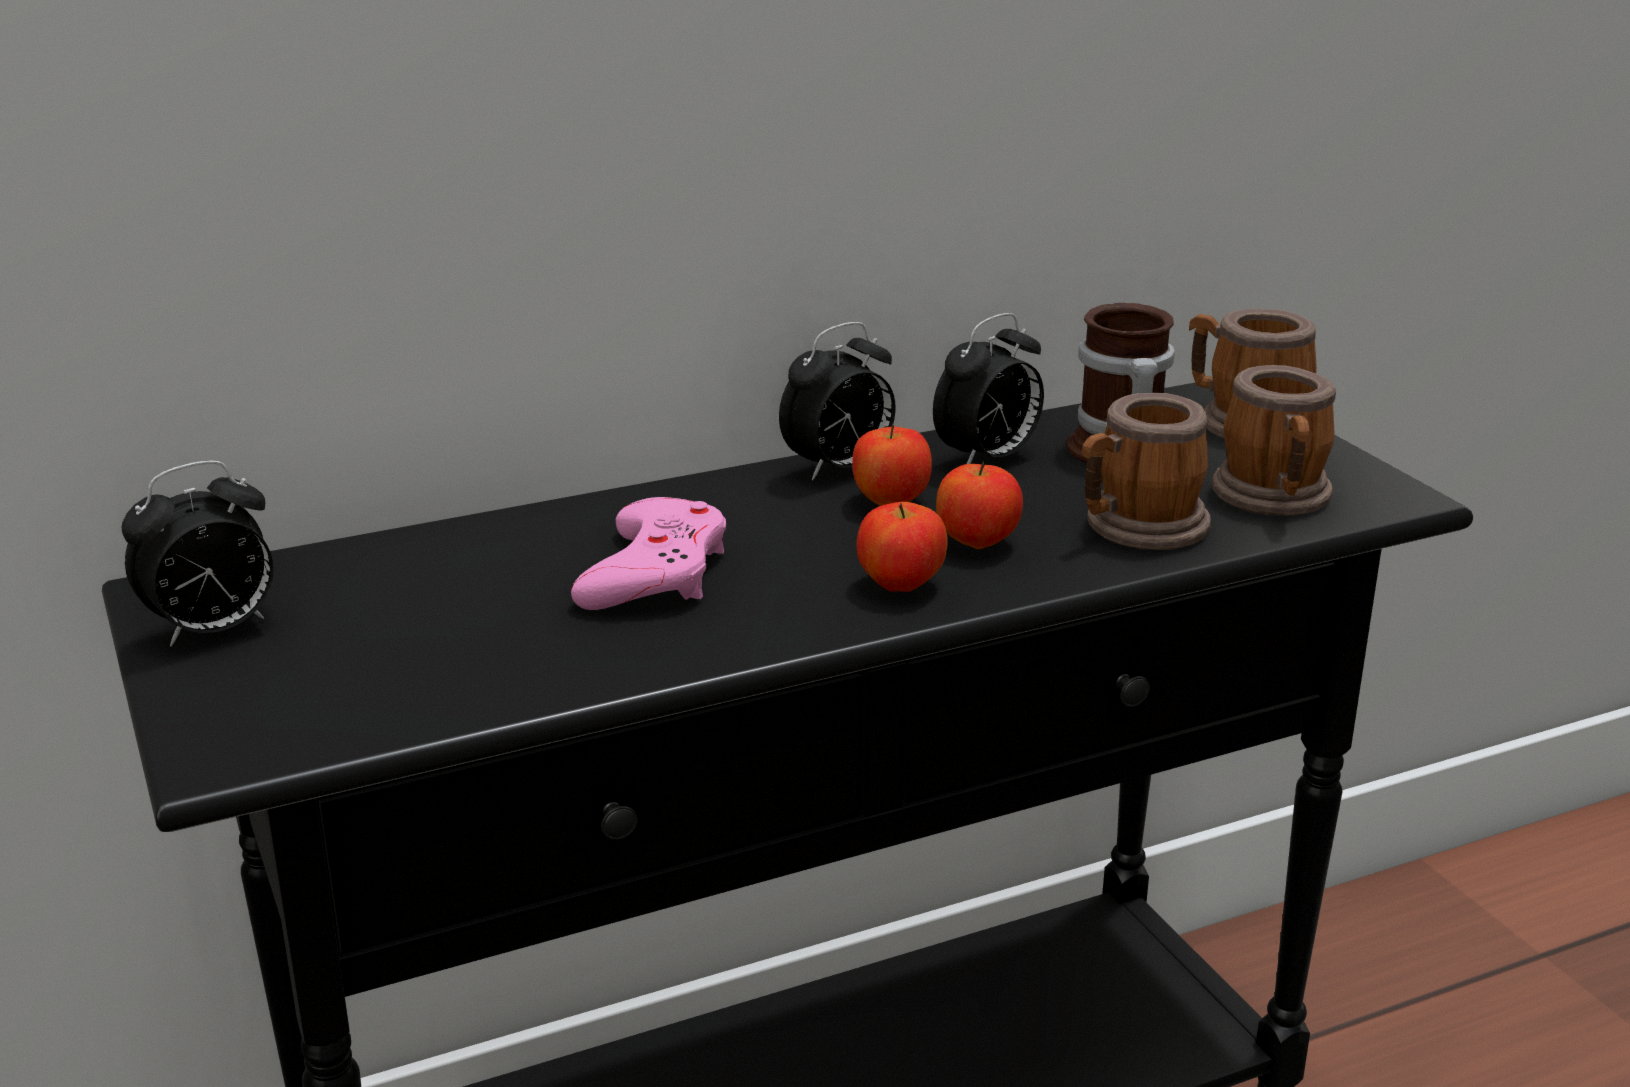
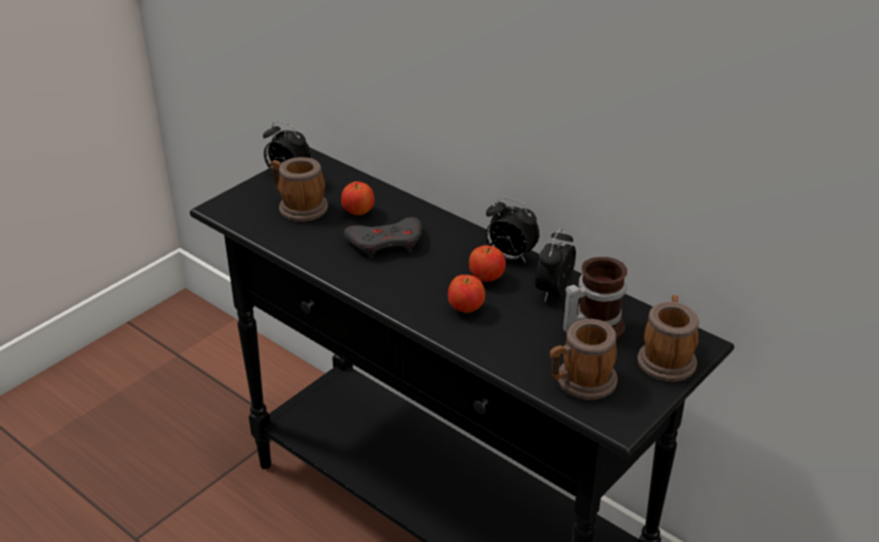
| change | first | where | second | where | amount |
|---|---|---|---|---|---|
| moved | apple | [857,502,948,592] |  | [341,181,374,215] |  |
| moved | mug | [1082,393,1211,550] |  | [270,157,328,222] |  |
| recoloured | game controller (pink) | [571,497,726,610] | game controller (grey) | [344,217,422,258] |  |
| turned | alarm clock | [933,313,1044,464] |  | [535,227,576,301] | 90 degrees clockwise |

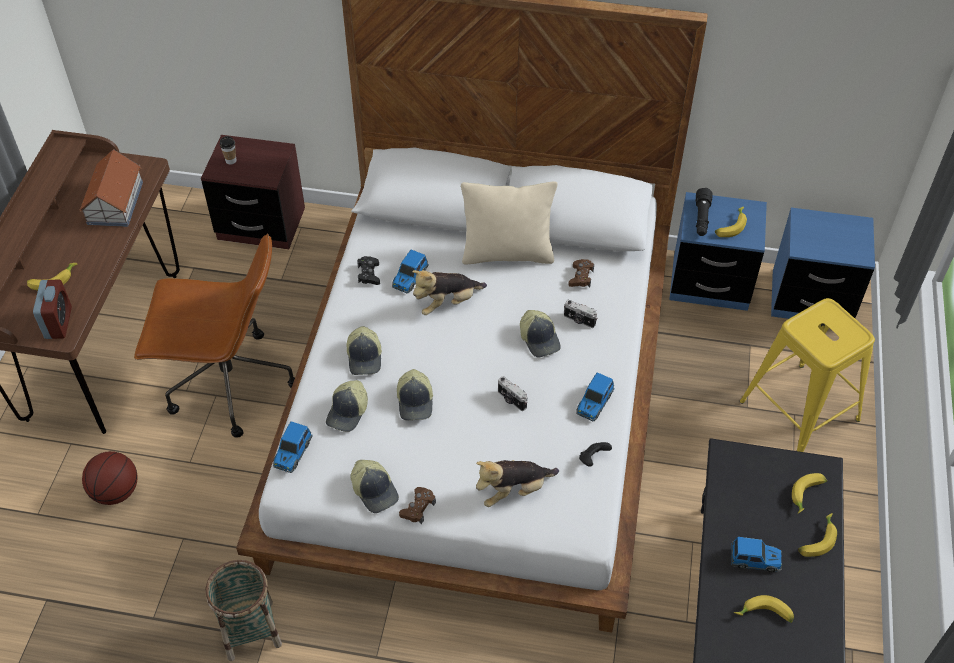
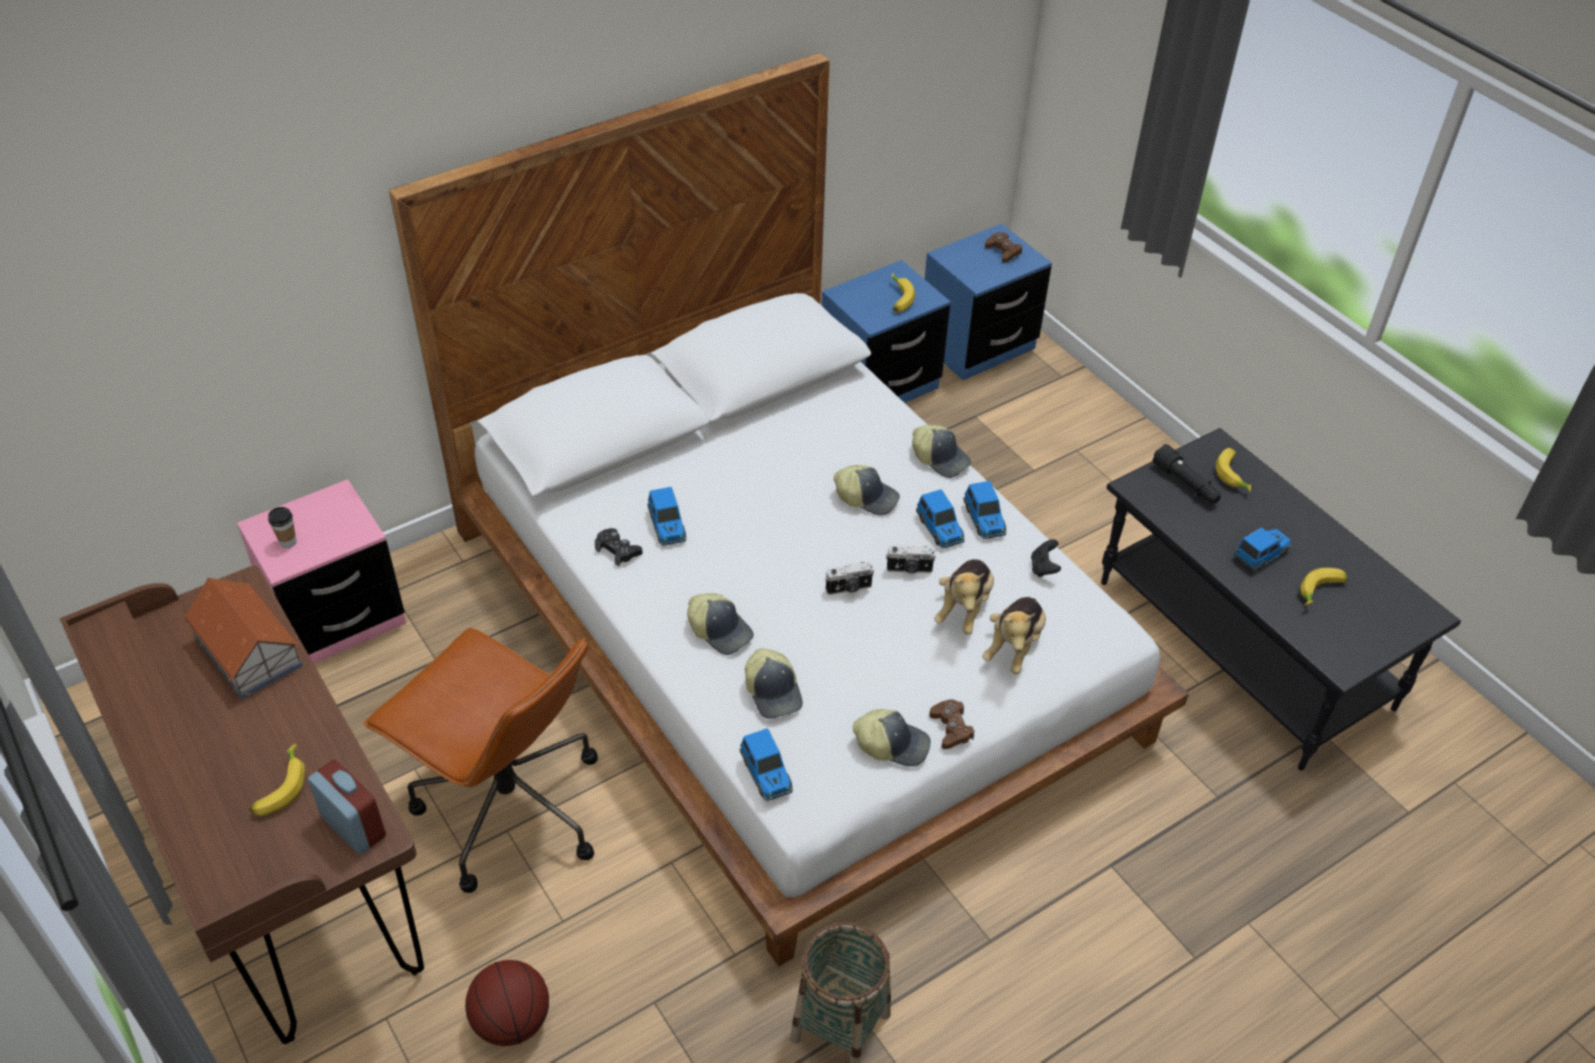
| change | first | where | second | where | amount |
|---|---|---|---|---|---|
| removed | pillow (beige) | [461,181,558,264] |  |  |  |
| removed | stool (yellow) | [740,298,875,452] |  |  |  |
| removed | banana | [798,513,837,557] |  |  |  |
| added |  |  | toy car | [916,489,965,549] |  |
| moved | cap | [397,369,433,420] |  | [912,425,972,478] |  |
| moved | plush toy | [412,270,487,315] |  | [934,559,994,635] |  |
| moved | photo camera | [564,300,598,328] |  | [825,562,874,595] |  |
| moved | game controller (brown) | [568,259,594,287] |  | [985,232,1022,263] |  |
| moved | flashlight (black) | [696,188,713,236] |  | [1152,444,1221,503] |  |
| recoloured | nightstand (brown) | [201,135,305,249] | nightstand (pink) | [237,479,406,664] |  |
| turned | office chair (brown) | [134,233,295,437] |  | [364,628,598,893] | 75 degrees clockwise |

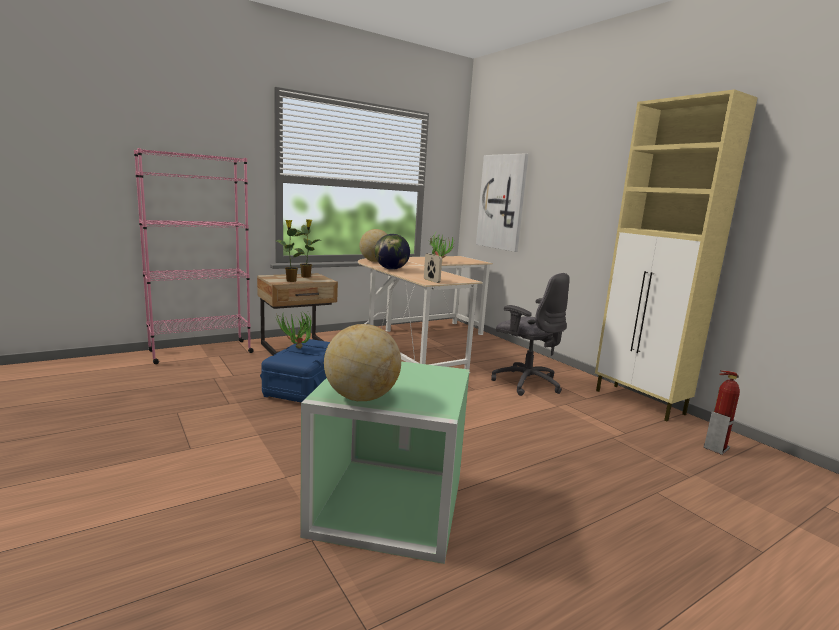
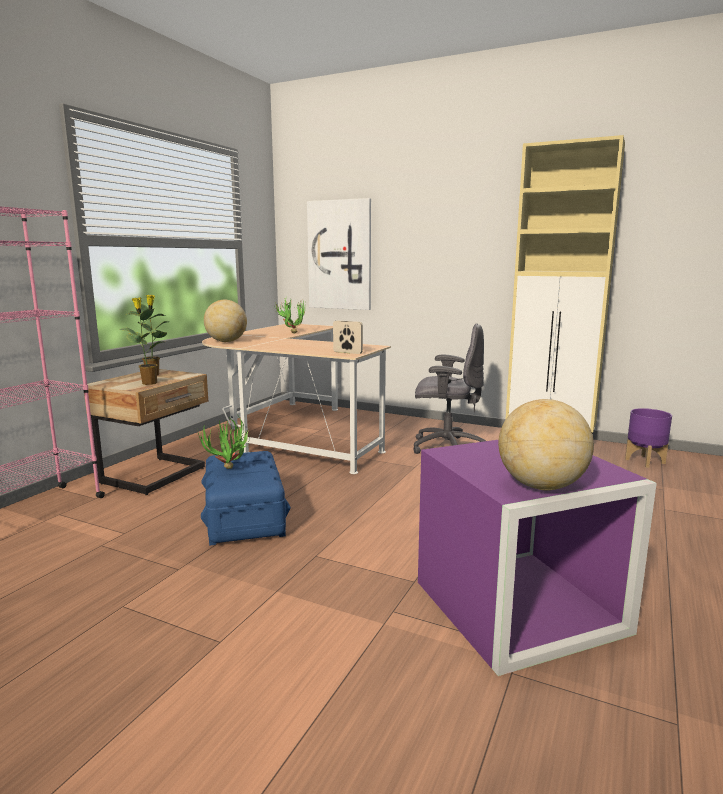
| change | first | where | second | where | amount |
|---|---|---|---|---|---|
| removed | globe | [375,234,410,270] |  |  |  |
| replaced | fire extinguisher | [704,370,740,455] | planter (purple) | [625,408,672,468] |  |
| recoloured | storage box (green) | [300,361,470,564] | storage box (purple) | [418,440,657,676] |  |

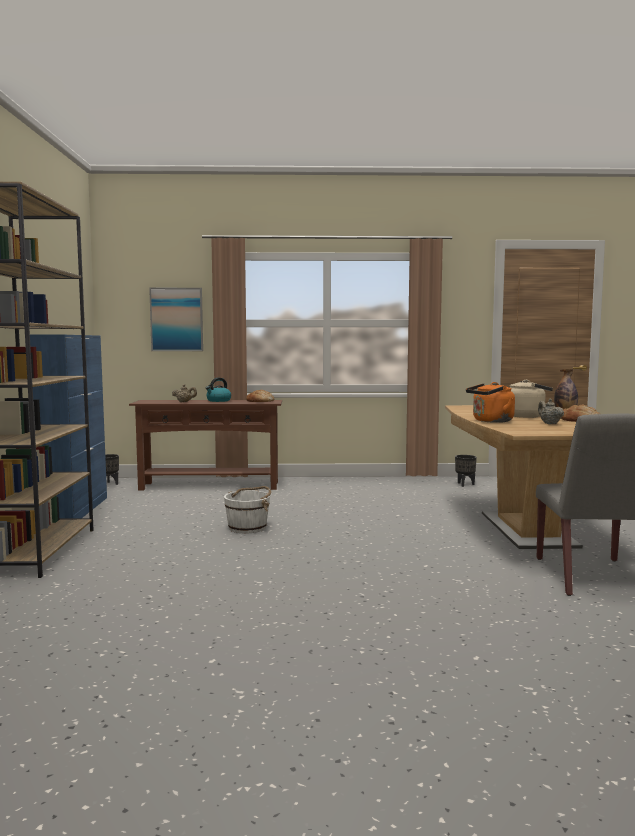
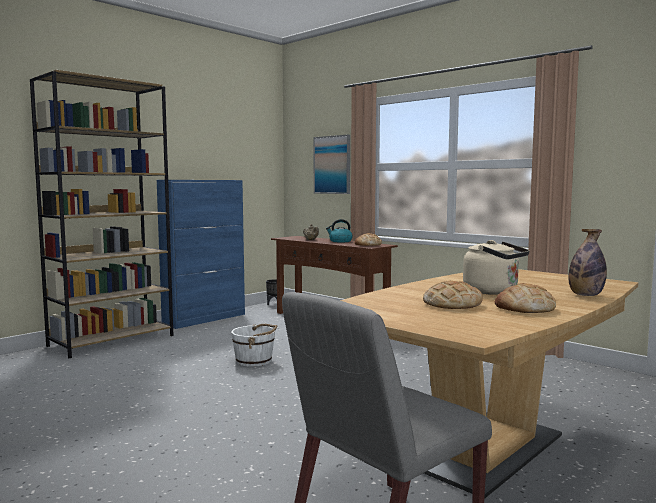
| change | first | where | second | where | amount |
|---|---|---|---|---|---|
| removed | planter (black) | [455,455,477,487] |  |  |  |
| removed | kettle (orange) | [466,382,515,423] |  |  |  |
| replaced | teapot (beige) | [538,399,564,424] | bread | [423,281,483,309] |  |

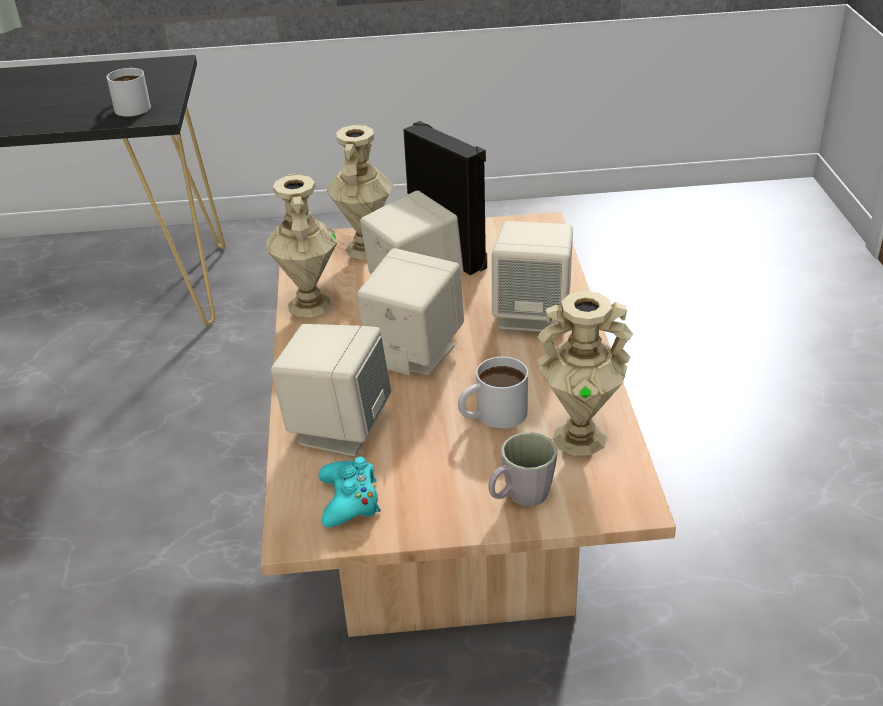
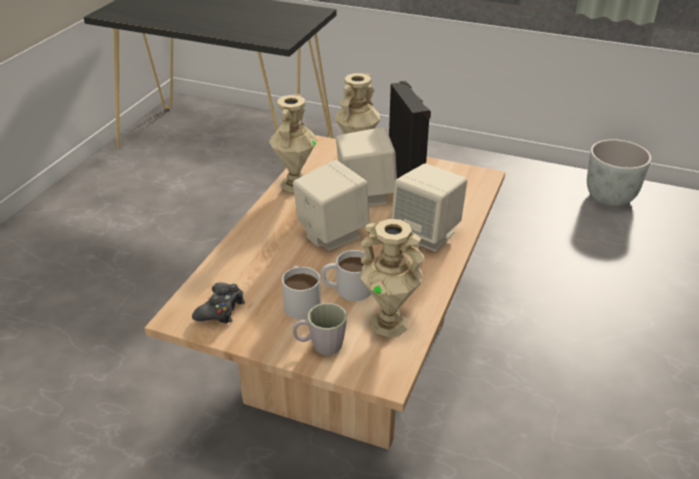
| change | first | where | second | where | amount |
|---|---|---|---|---|---|
| removed | speaker (beige) | [271,324,391,456] |  |  |  |
| added |  |  | planter (grey) | [587,139,652,206] |  |
| moved | mug (white) | [107,68,151,116] |  | [282,266,321,319] |  |
| recoloured | game controller (turquoise) | [318,457,381,527] | game controller (black) | [192,282,245,323] |  |

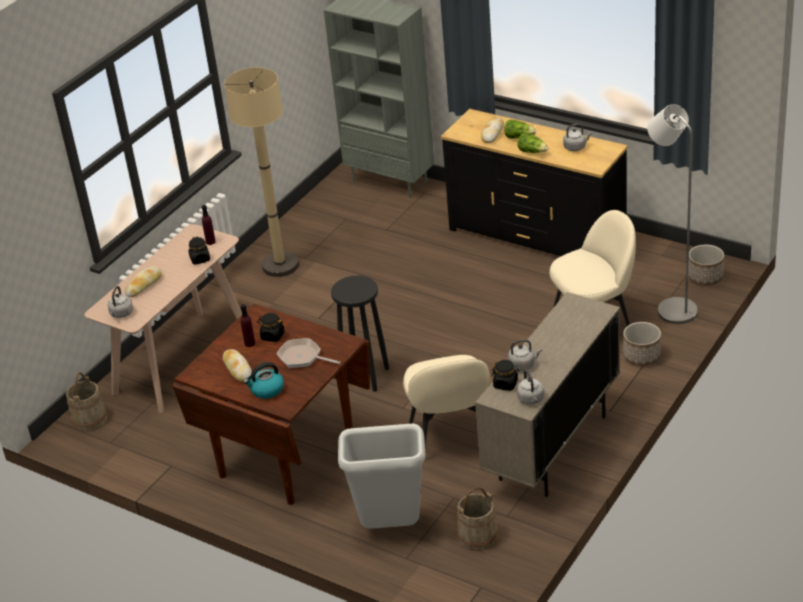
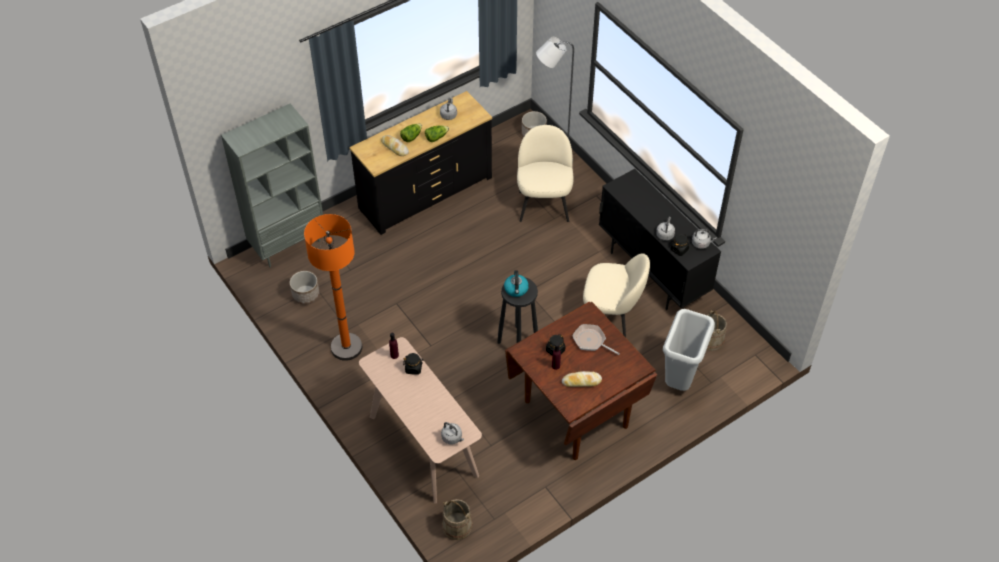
| change | first | where | second | where | amount |
|---|---|---|---|---|---|
| removed | bread | [125,266,162,297] |  |  |  |
| moved | kettle | [243,362,284,399] |  | [504,270,529,297] |  |
| moved | planter | [623,322,661,366] |  | [290,271,319,305] |  |
| recoloured | floor lamp (beige) | [224,67,299,277] | floor lamp (orange) | [304,214,362,361] |  |
| recoloured | cabinet (beige) | [475,292,620,497] | cabinet (black) | [599,169,721,310] |  |
| turned | frying pan | [276,338,340,368] |  | [572,324,620,355] | 75 degrees clockwise |

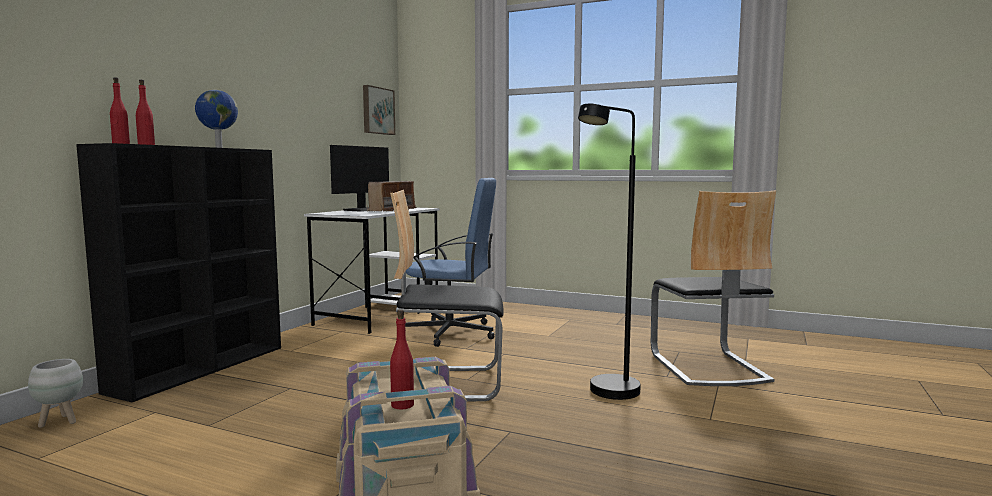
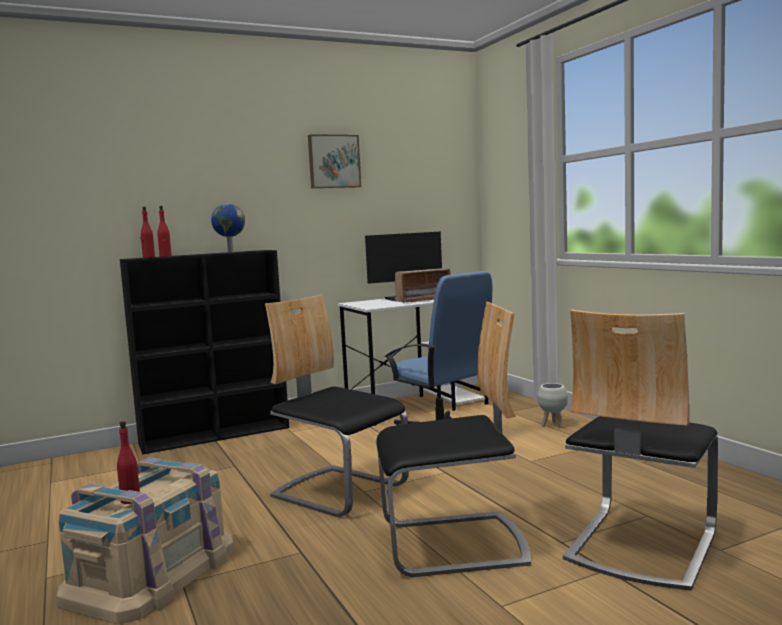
| change | first | where | second | where | amount |
|---|---|---|---|---|---|
| moved | planter (white) | [28,359,83,428] |  | [537,383,568,428] |  |
| moved | picture | [363,85,395,135] |  | [308,134,361,188] |  |
| replaced | floor lamp (black) | [578,104,641,400] | chair | [376,302,531,577] |  |

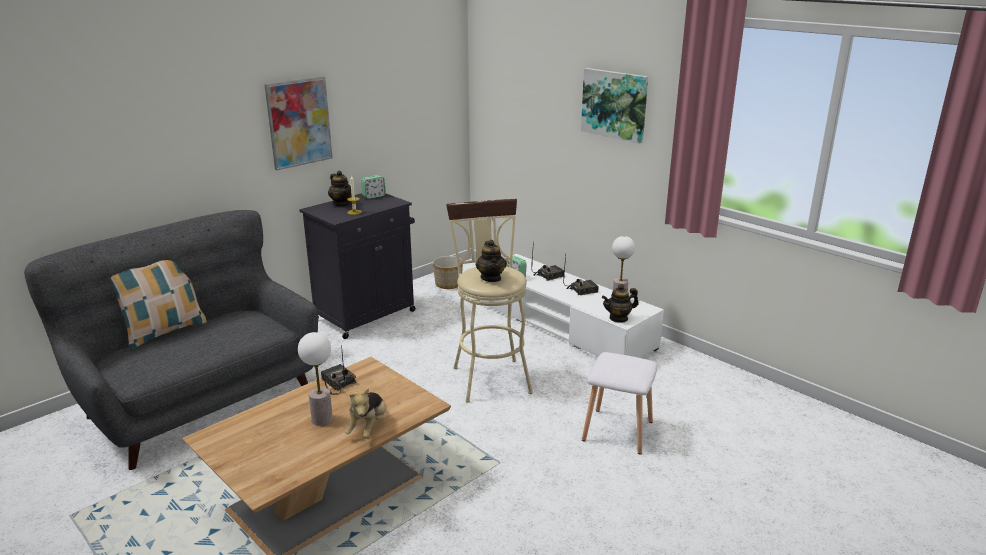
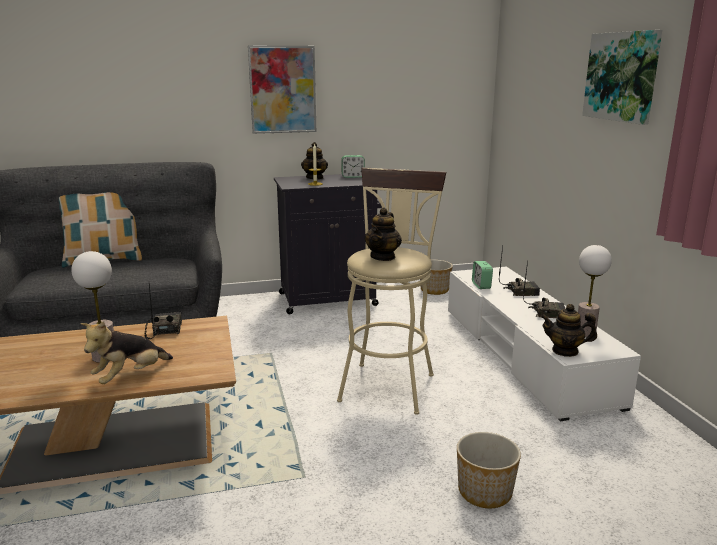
| change | first | where | second | where | amount |
|---|---|---|---|---|---|
| replaced | stool (white) | [582,352,658,454] | planter | [457,432,521,508] |  |

